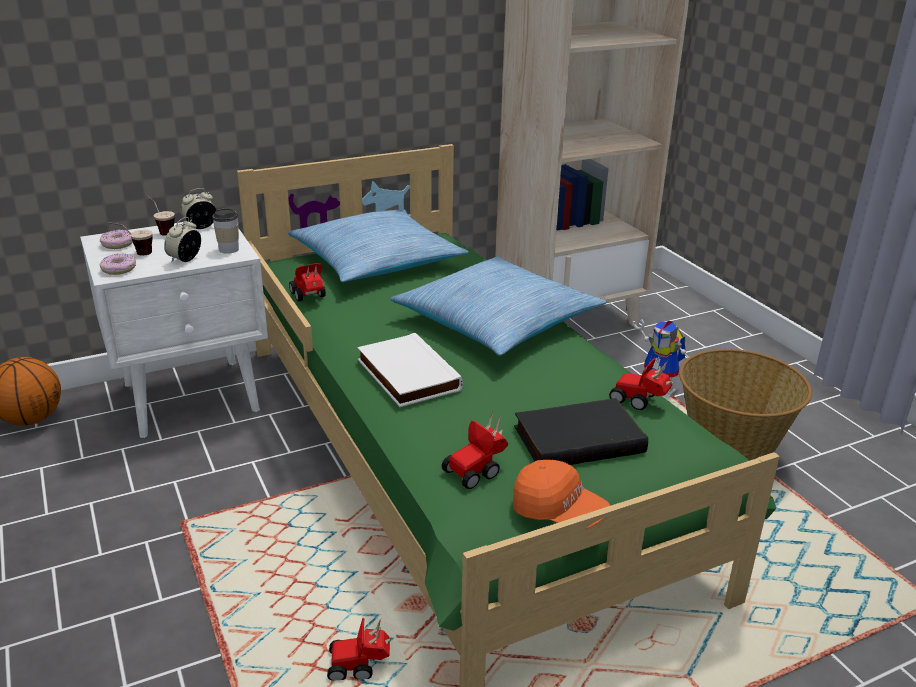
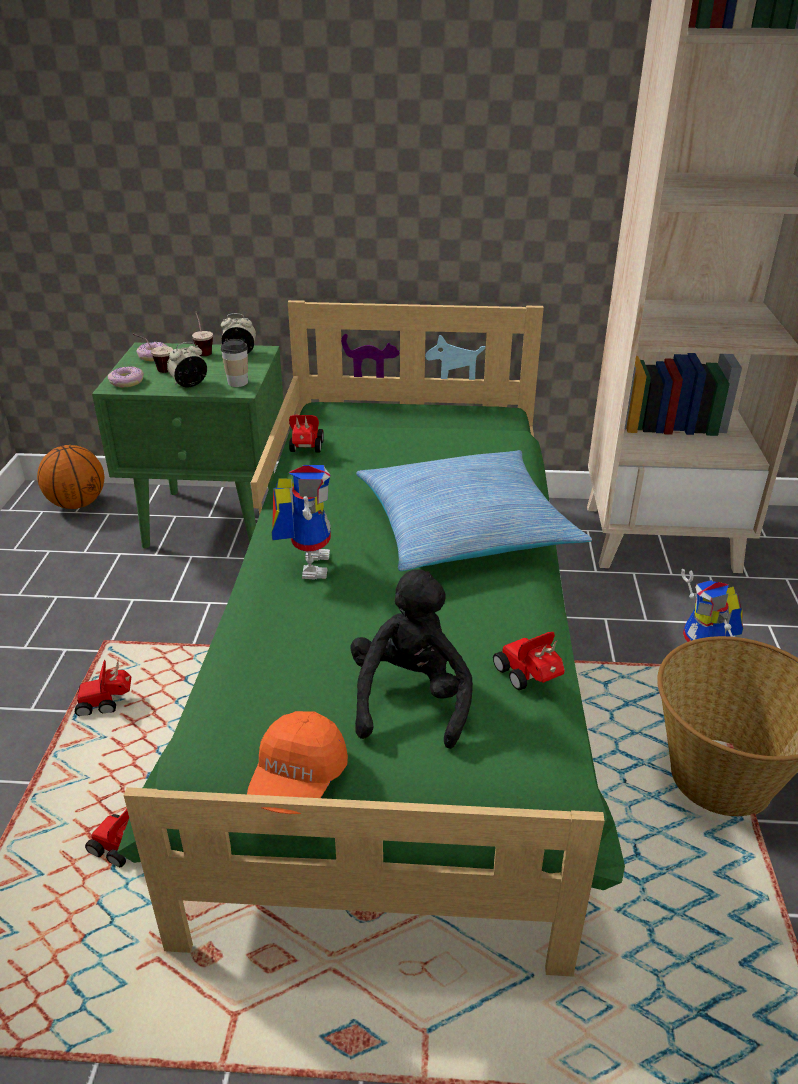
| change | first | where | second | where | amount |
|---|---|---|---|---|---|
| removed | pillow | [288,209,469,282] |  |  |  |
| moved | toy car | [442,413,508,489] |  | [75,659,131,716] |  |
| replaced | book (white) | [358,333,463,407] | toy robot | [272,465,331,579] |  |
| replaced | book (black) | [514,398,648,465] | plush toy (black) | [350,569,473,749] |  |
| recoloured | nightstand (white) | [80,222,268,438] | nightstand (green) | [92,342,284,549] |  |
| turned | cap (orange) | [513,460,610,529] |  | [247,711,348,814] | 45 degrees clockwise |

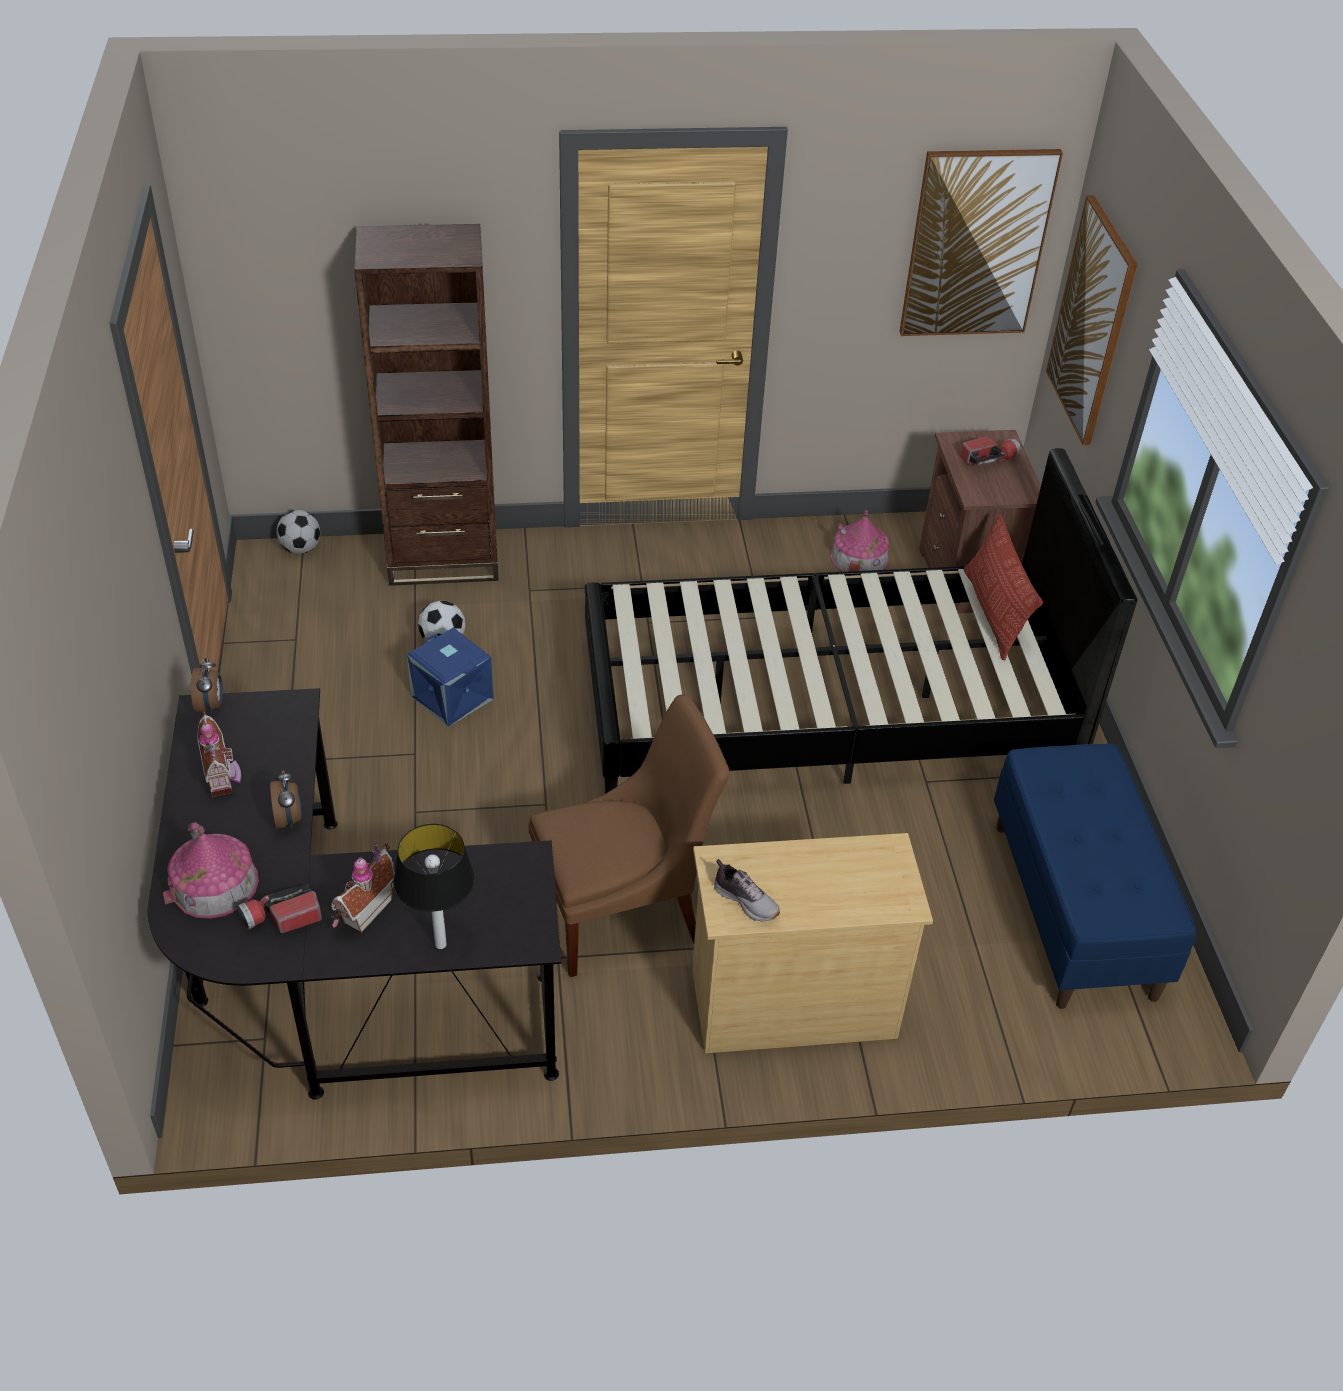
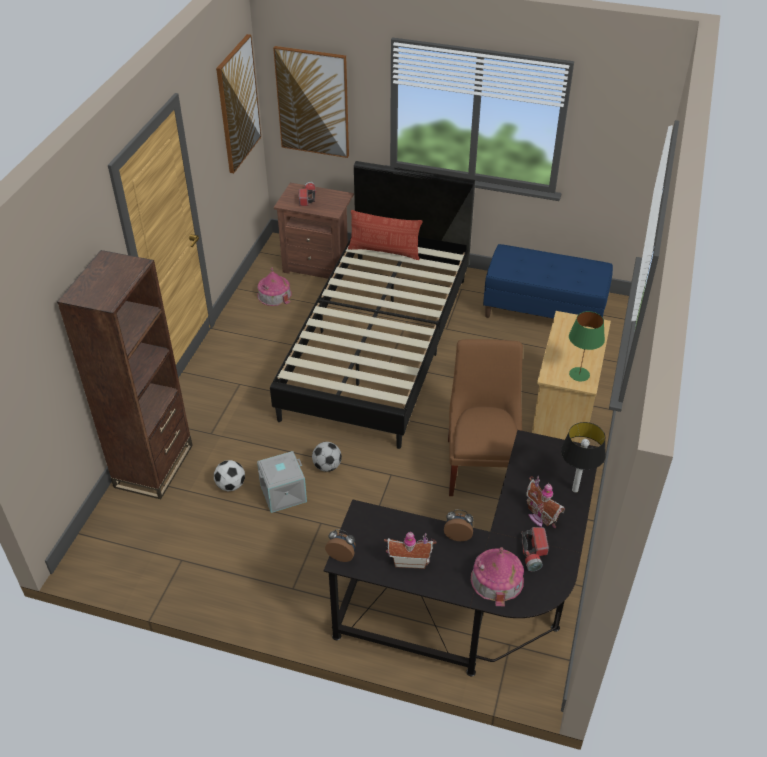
| change | first | where | second | where | amount |
|---|---|---|---|---|---|
| moved | football | [276,510,320,554] |  | [312,442,342,472] |  |
| replaced | shoe | [714,859,780,922] | table lamp (green) | [569,311,605,381] |  |
| recoloured | storage box (blue) | [407,627,493,727] | storage box (grey) | [257,451,307,513] |  |

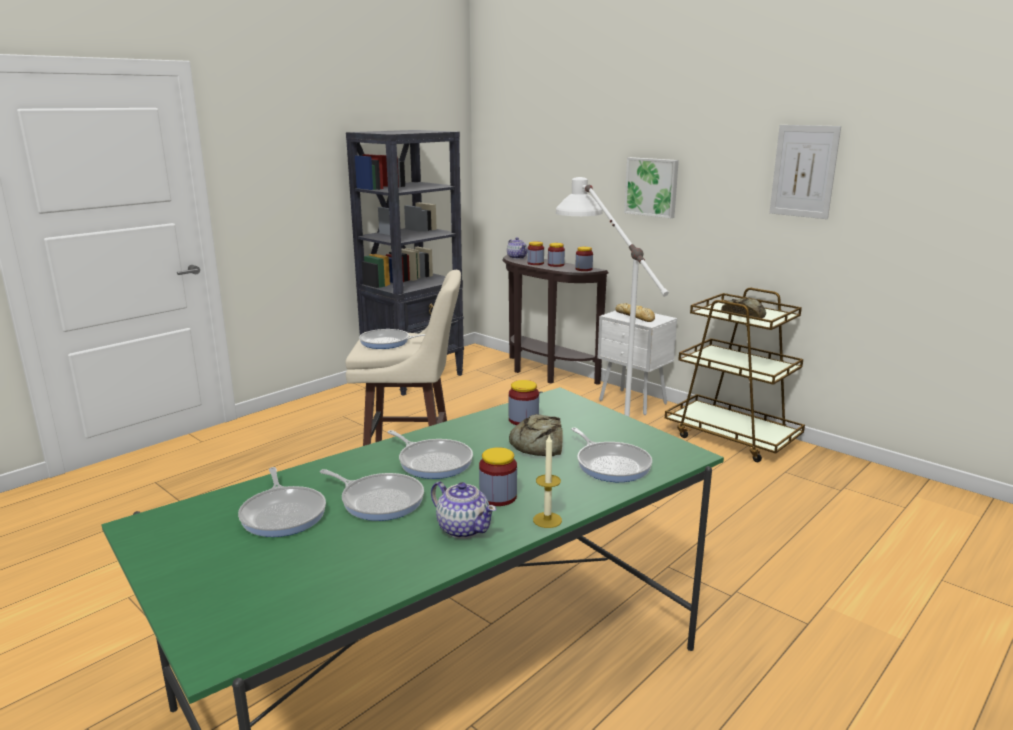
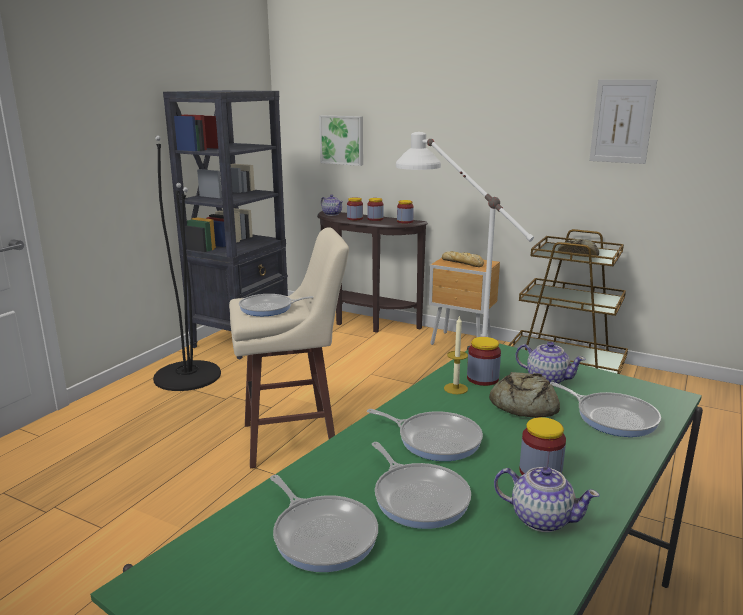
| change | first | where | second | where | amount |
|---|---|---|---|---|---|
| added |  |  | floor lamp (black) | [153,136,221,391] |  |
| added |  |  | teapot | [515,342,586,384] |  |
| moved | candle | [533,435,562,528] |  | [444,315,468,394] |  |
| moved | picture | [624,157,679,218] |  | [319,115,363,166] |  |
| recoloured | nightstand (white) | [598,310,677,415] | nightstand (brown) | [429,258,500,345] |  |
| turned | frying pan | [320,469,424,521] |  | [372,442,471,529] | 45 degrees clockwise |

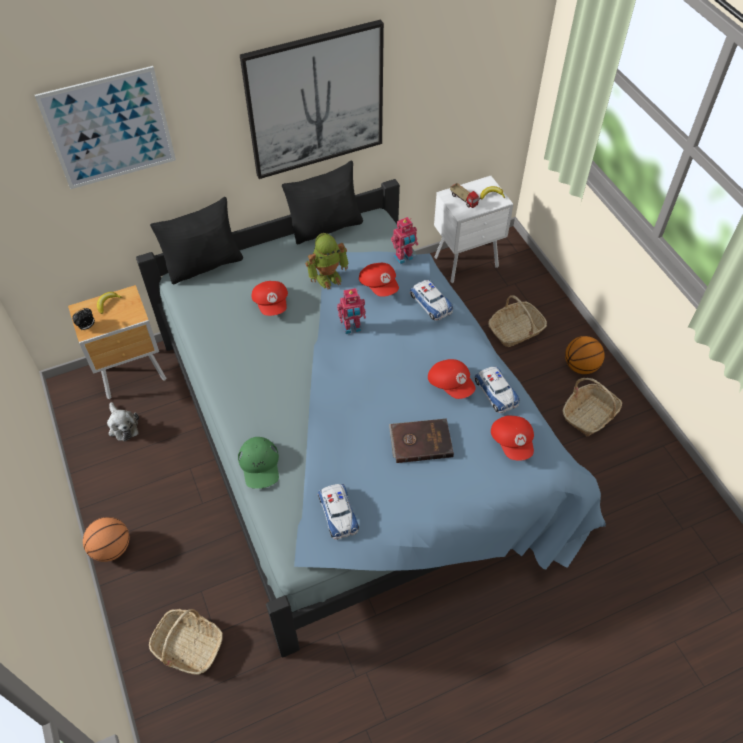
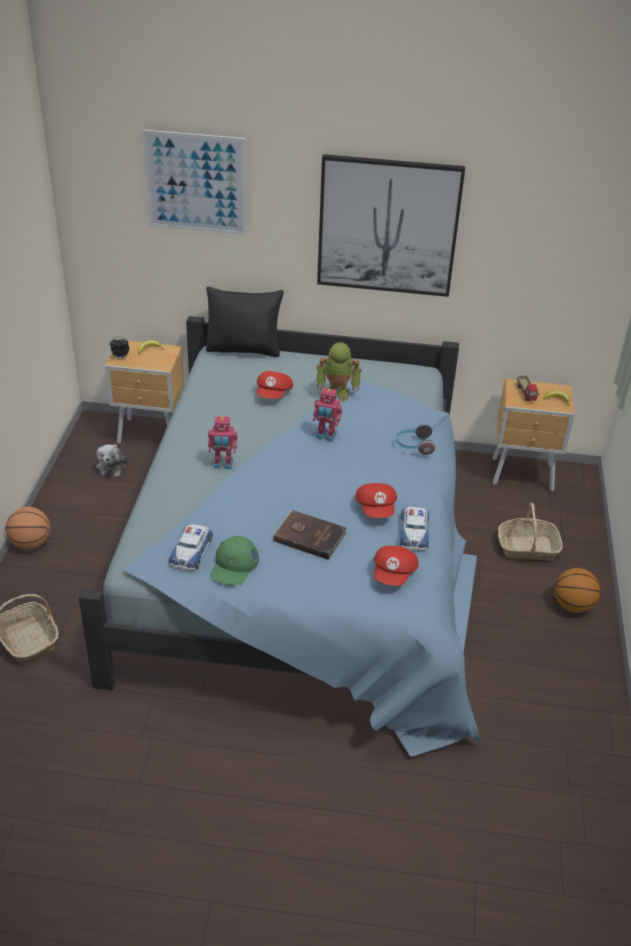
| change | first | where | second | where | amount |
|---|---|---|---|---|---|
| removed | pillow (black) | [282,161,363,244] |  |  |  |
| removed | cap (red) | [359,263,399,297] |  |  |  |
| removed | basket | [563,378,622,436] |  |  |  |
| moved | cap (green) | [238,437,279,489] |  | [210,536,259,585] |  |
| moved | toy robot | [391,217,418,264] |  | [208,416,238,469] |  |
| replaced | toy car | [409,280,453,321] | headphones | [396,424,435,455] |  |
| recoloured | nightstand (white) | [434,176,514,283] | nightstand (brown) | [493,379,575,491] |  |

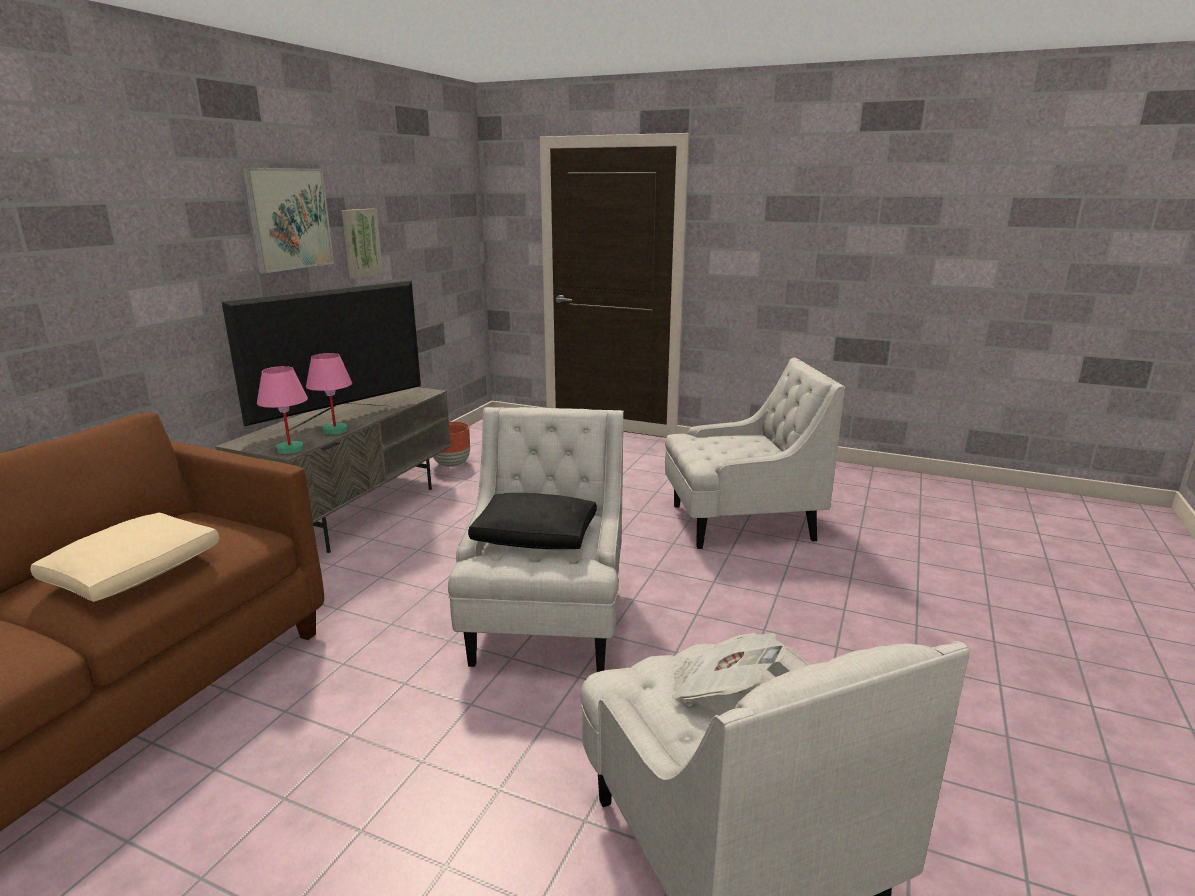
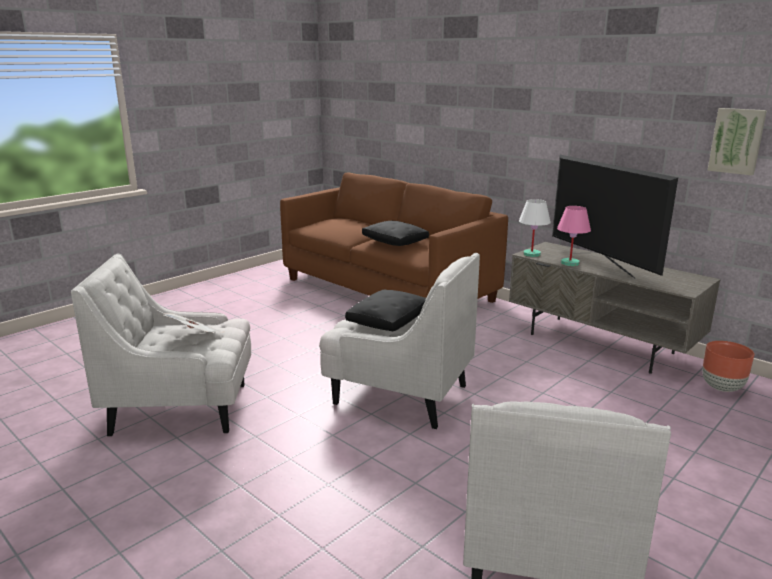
| change | first | where | second | where | amount |
|---|---|---|---|---|---|
| removed | picture | [243,167,334,273] |  |  |  |
| recoloured | pillow (beige) | [30,513,219,602] | pillow (black) | [362,221,429,246] |  |
| recoloured | table lamp (pink) | [257,366,308,454] | table lamp (white) | [519,199,551,257] |  |

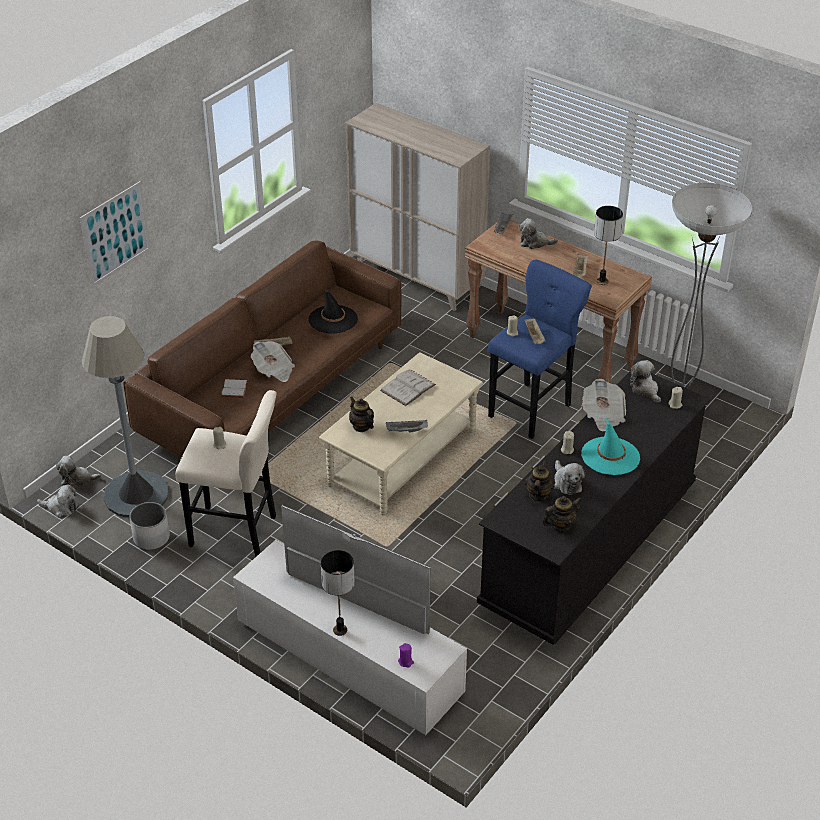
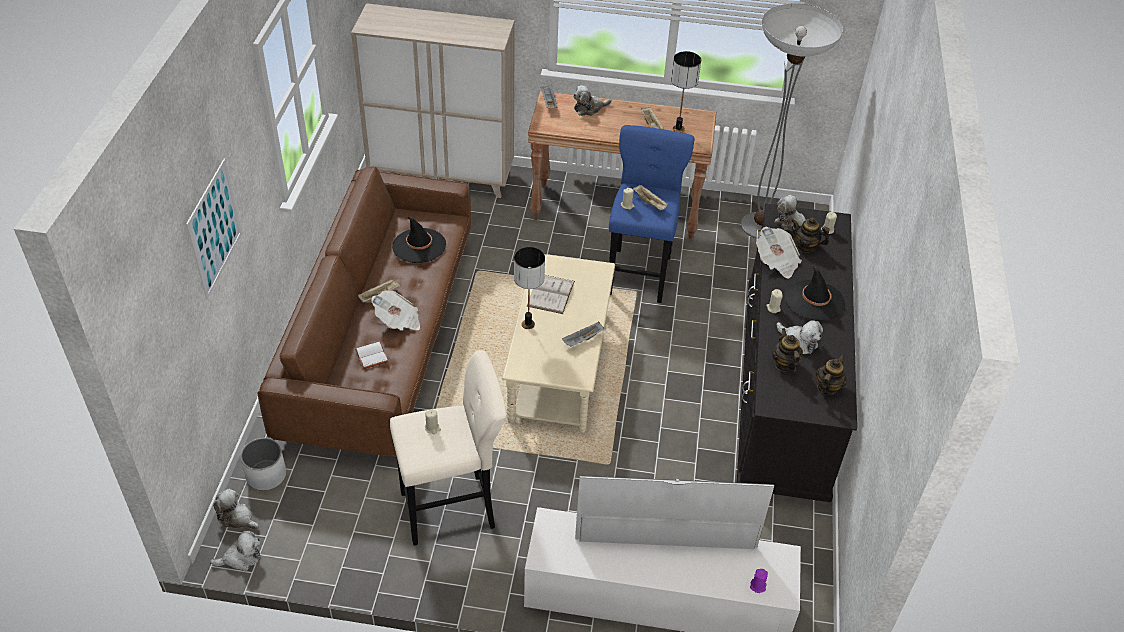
| change | first | where | second | where | amount |
|---|---|---|---|---|---|
| removed | floor lamp (grey) | [82,316,169,518] |  |  |  |
| moved | planter (white) | [130,502,170,550] |  | [241,438,286,491] |  |
| moved | table lamp | [321,550,355,636] |  | [514,247,545,329] |  |
| moved | teapot | [349,397,374,432] |  | [791,218,830,253] |  |
| recoloured | hat (turquoise) | [581,418,640,475] | hat (black) | [785,266,845,321] |  |
| turned | plush toy | [56,456,101,488] |  | [213,489,259,529] | 60 degrees clockwise |

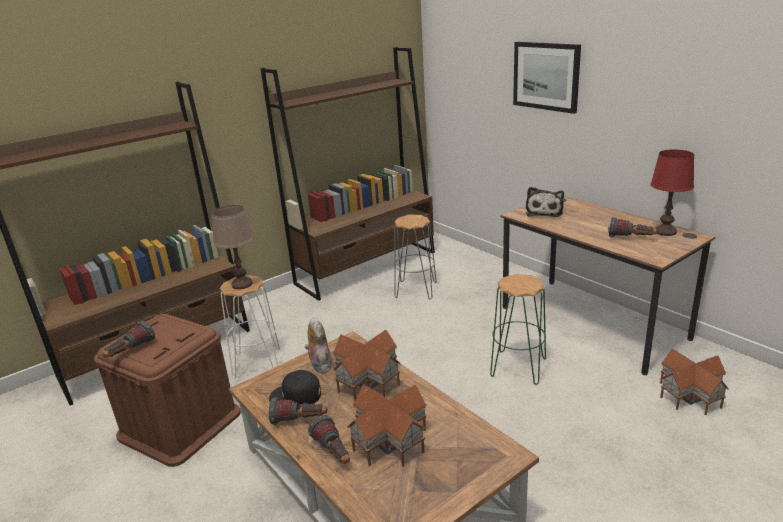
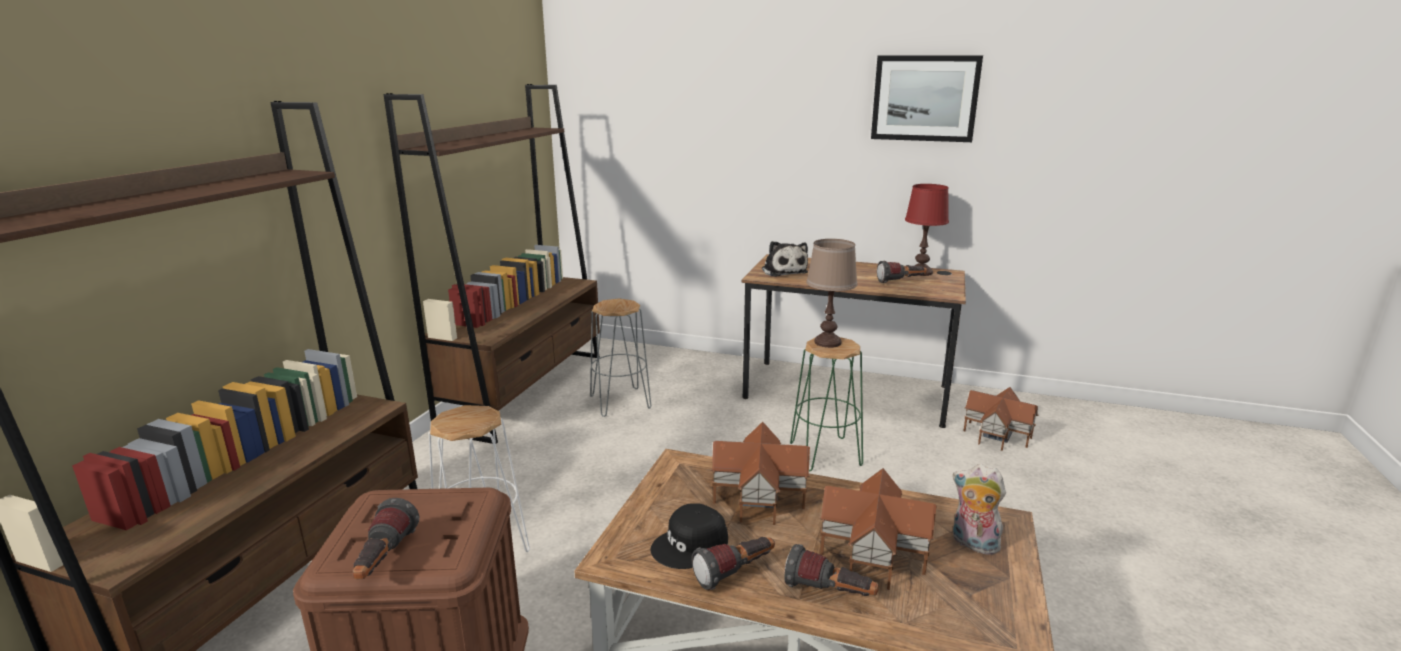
| change | first | where | second | where | amount |
|---|---|---|---|---|---|
| moved | table lamp (brown) | [211,205,254,289] |  | [806,239,857,348] |  |
| moved | plush toy | [305,317,333,373] |  | [953,464,1006,555] |  |
| moved | picture | [513,42,581,114] |  | [871,56,983,142] |  |

